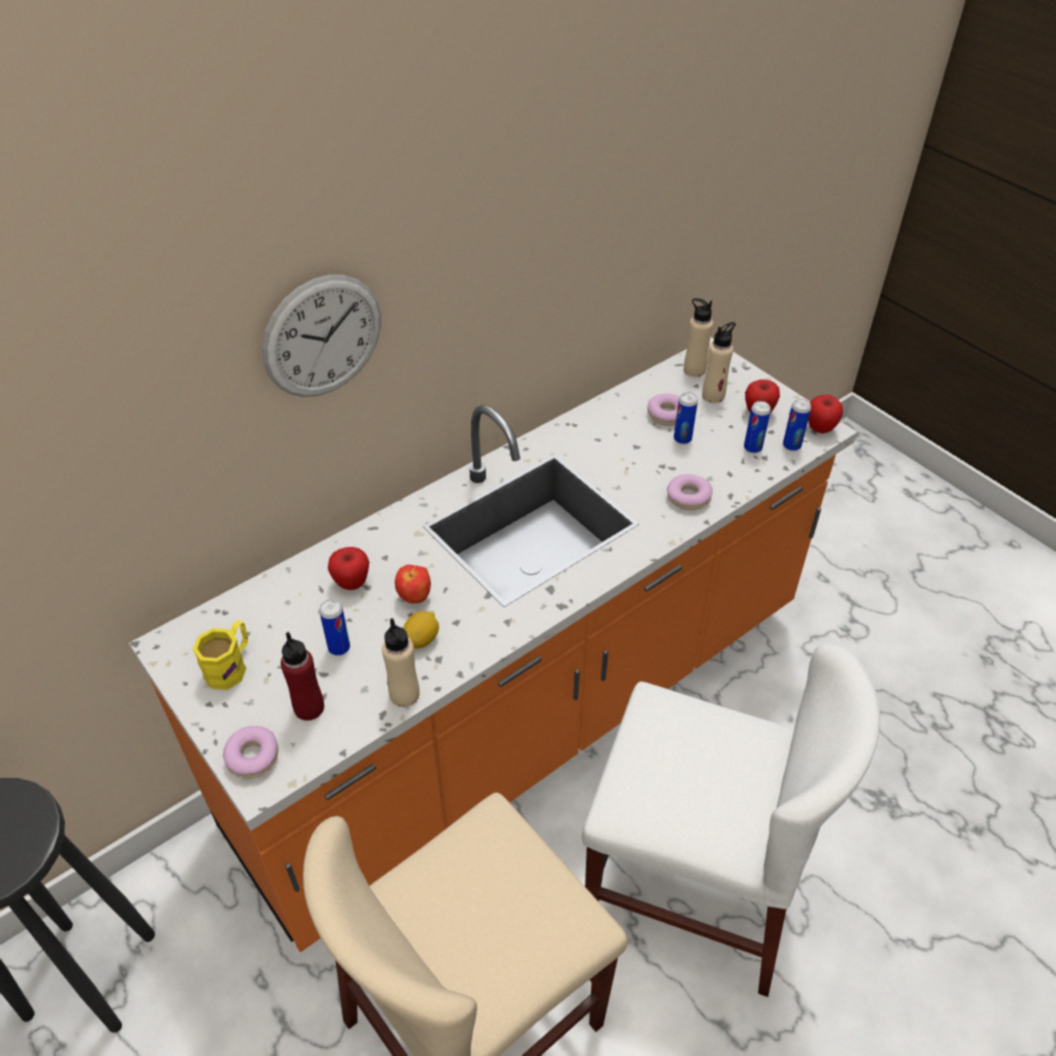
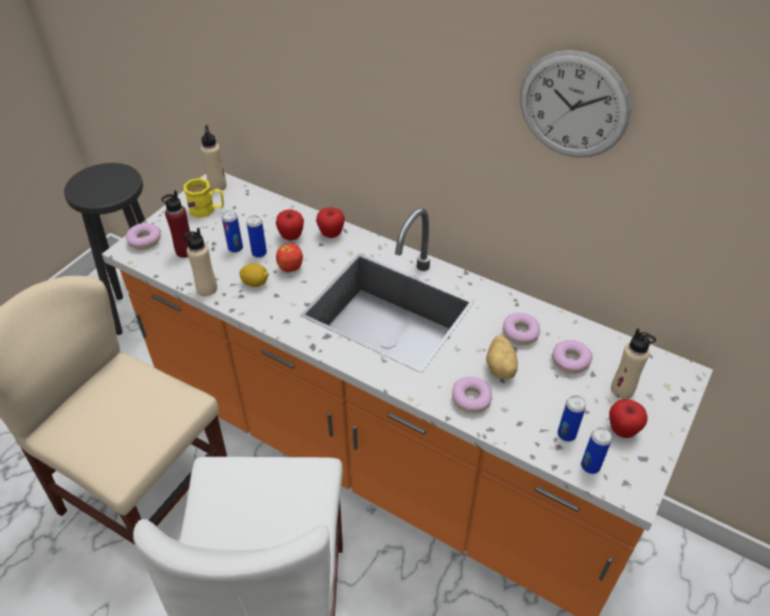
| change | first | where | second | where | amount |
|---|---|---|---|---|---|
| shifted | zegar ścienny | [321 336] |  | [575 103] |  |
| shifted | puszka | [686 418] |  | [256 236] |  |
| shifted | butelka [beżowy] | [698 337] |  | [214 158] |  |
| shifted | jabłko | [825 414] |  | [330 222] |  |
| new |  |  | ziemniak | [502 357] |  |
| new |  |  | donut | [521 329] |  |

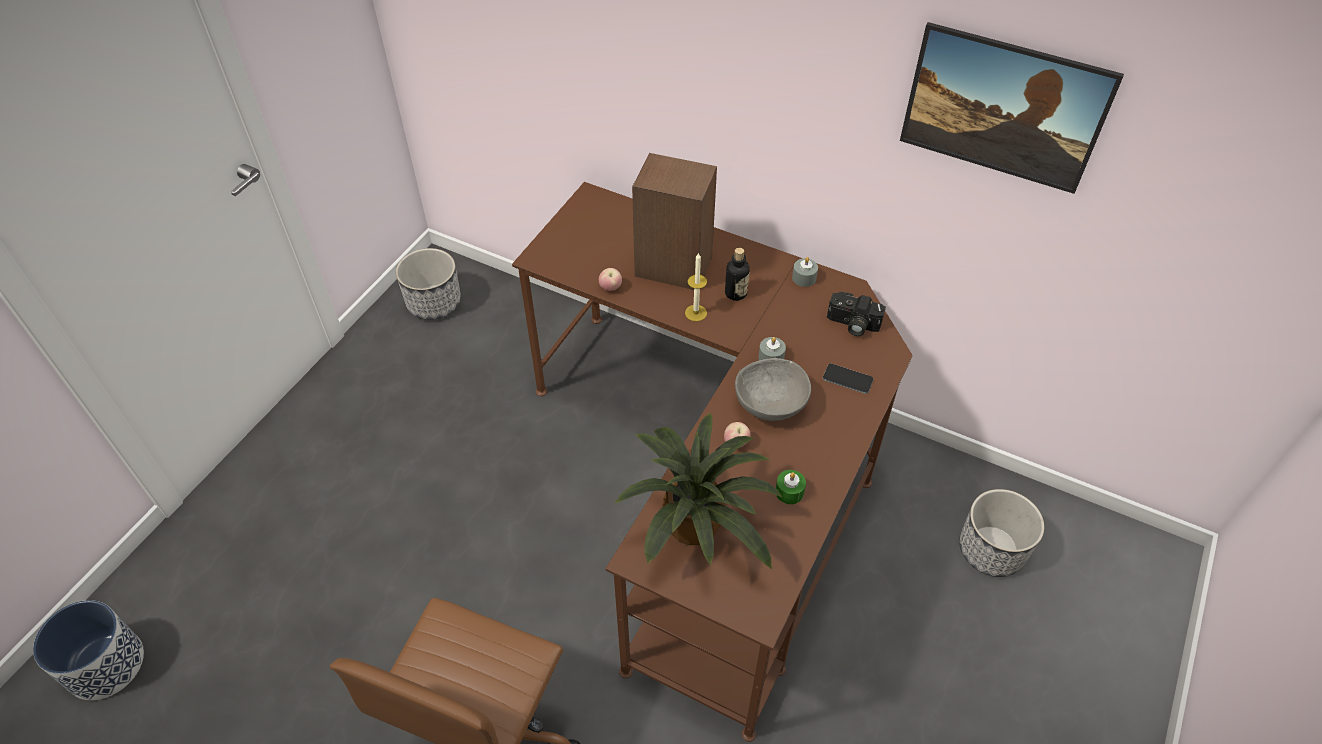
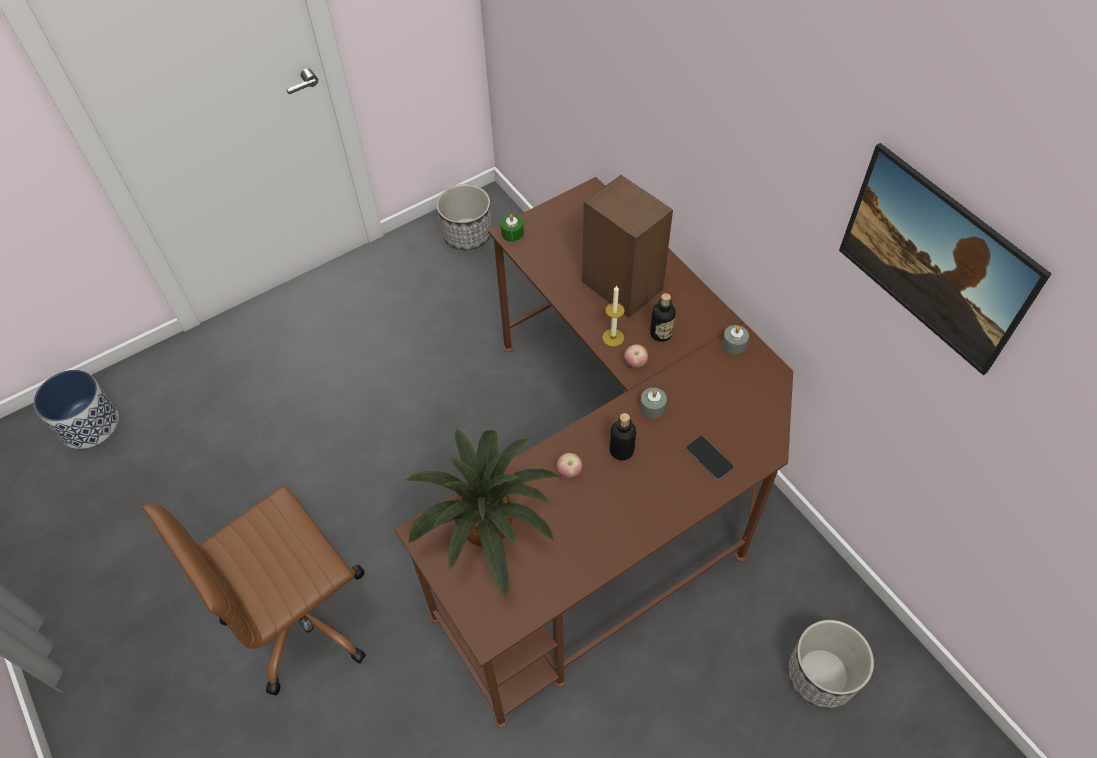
| change | first | where | second | where | amount |
|---|---|---|---|---|---|
| shifted | jabłko | [610 279] |  | [636 356] |  |
| swapped | miska [szary] | [773 389] | butelka | [623 436] |  |
| shifted | świeca [zielony] | [791 487] |  | [512 228] |  |
| gone | aparat fotograficzny | [856 314] |  |  |  |

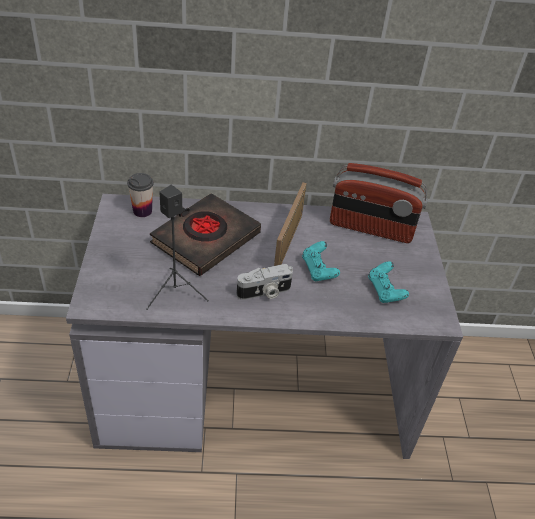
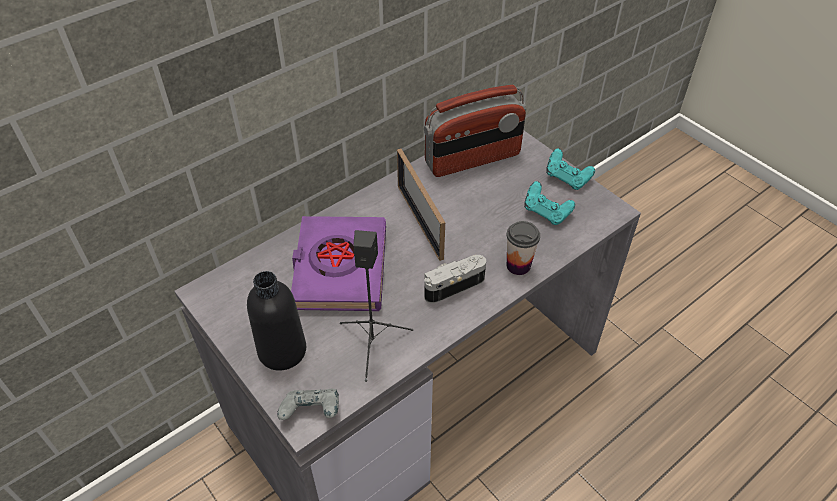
| change | first | where | second | where | amount |
|---|---|---|---|---|---|
| shifted | filiżanka | [140 195] |  | [523 248] |  |
| repainted | książka [czarny] | [205 234] | książka [fioletowy] | [338 263] |  |
| rotated | aparat fotograficzny | [265 282] |  | [455 279] | 150 degrees counterclockwise |
| shifted | pad do gier [turkusowy] | [321 261] |  | [570 169] |  |
| new |  |  | butelka [czarny] | [276 321] |  |
| new |  |  | pad do gier [szary] | [308 404] |  |

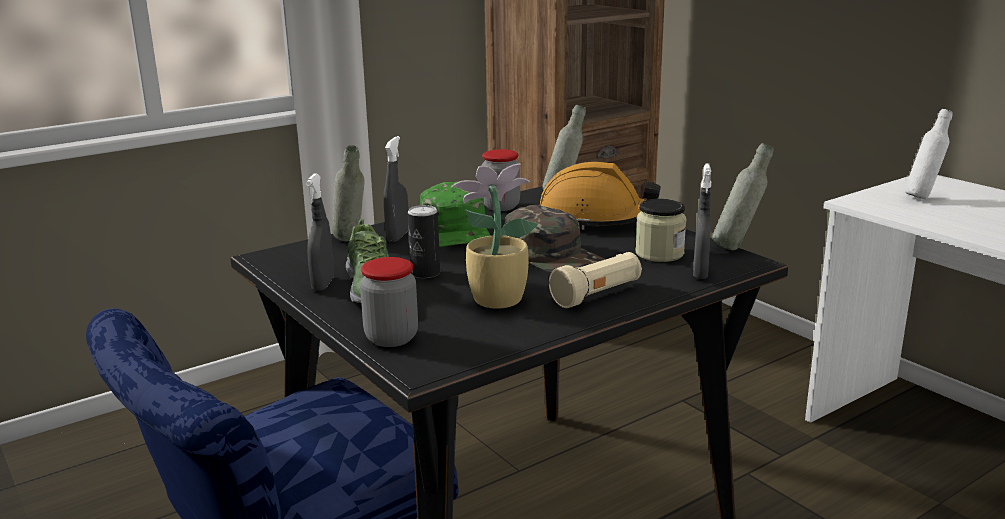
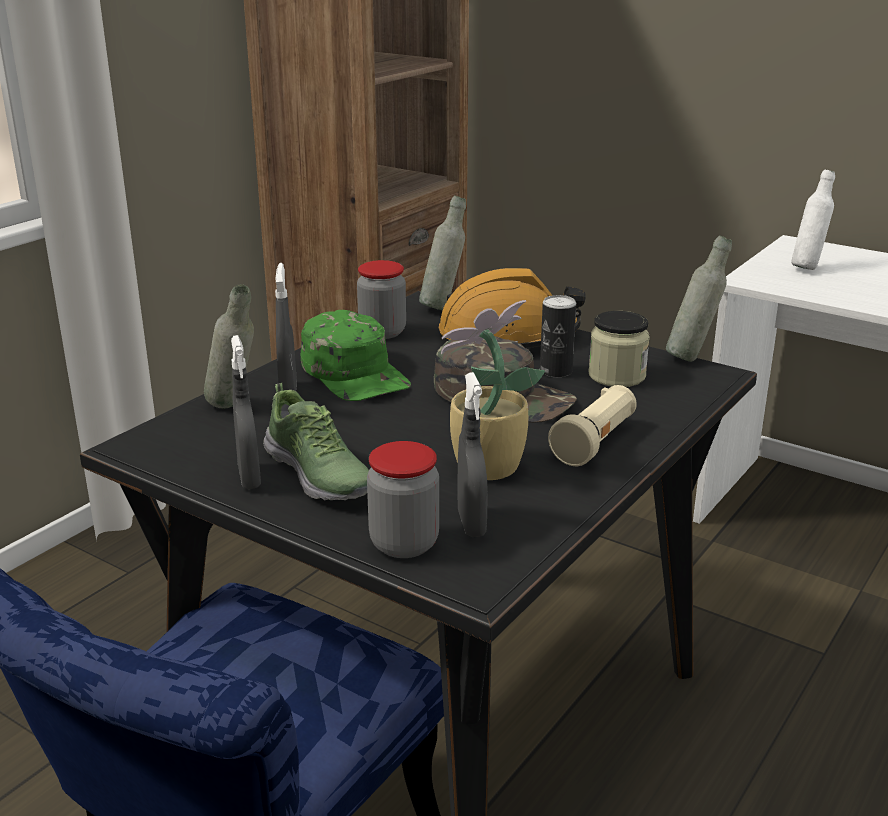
| change | first | where | second | where | amount |
|---|---|---|---|---|---|
| shifted | puszka | [424 241] |  | [558 336] |  |
| shifted | spryskiwacz [szary] | [702 221] |  | [473 454] |  |

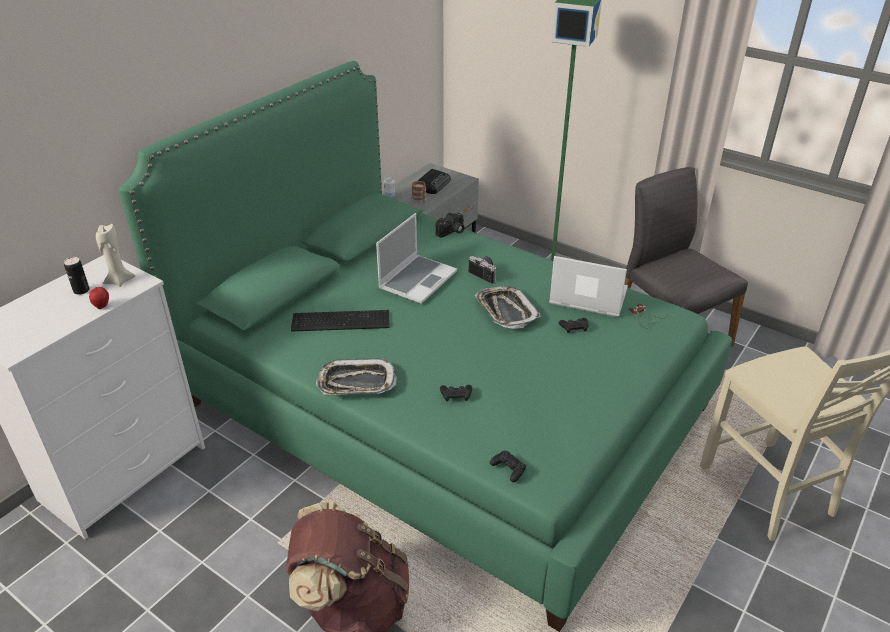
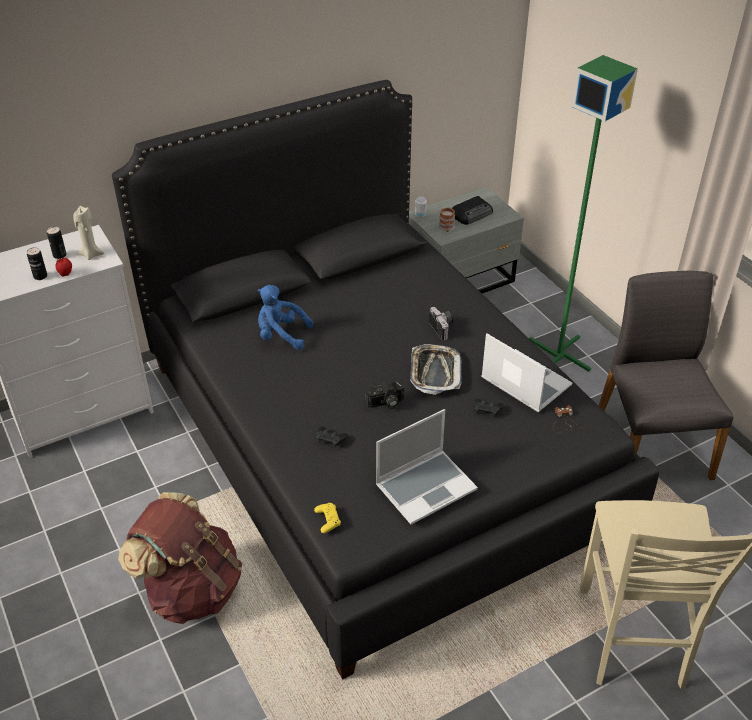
| change | first | where | second | where | amount |
|---|---|---|---|---|---|
| repainted | łóżko [zielony] | [425 346] | łóżko [czarny] | [385 380] |  |
| swapped | klawiatura | [340 321] | pluszak [niebieski] | [286 317] |  |
| gone | taca | [356 376] |  |  |  |
| shifted | laptop | [416 258] |  | [427 467] |  |
| shifted | aparat fotograficzny | [450 225] |  | [384 394] |  |
| repainted | pad do gier [czarny] | [508 466] | pad do gier [żółty] | [327 518] |  |
| new |  |  | puszka | [37 263] |  |

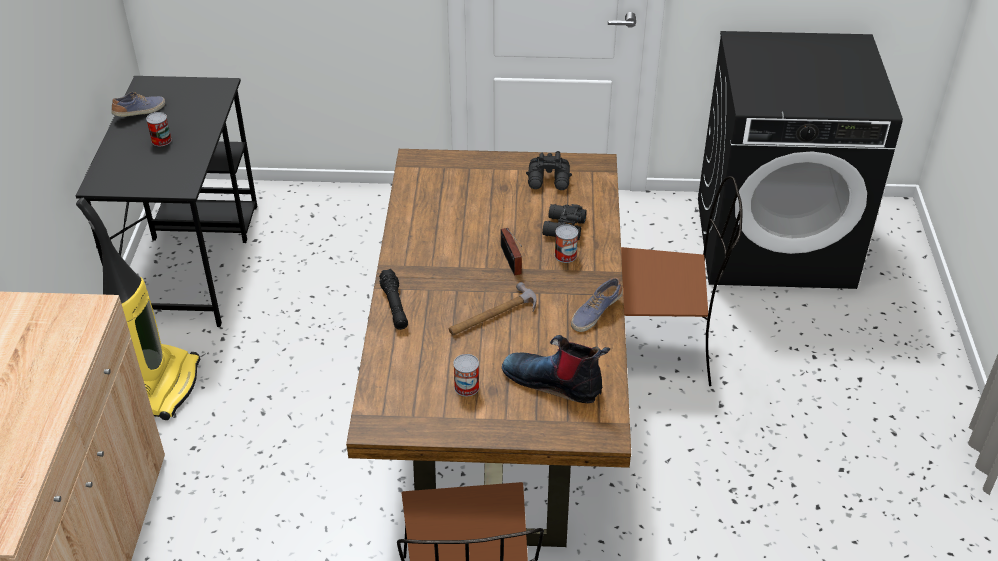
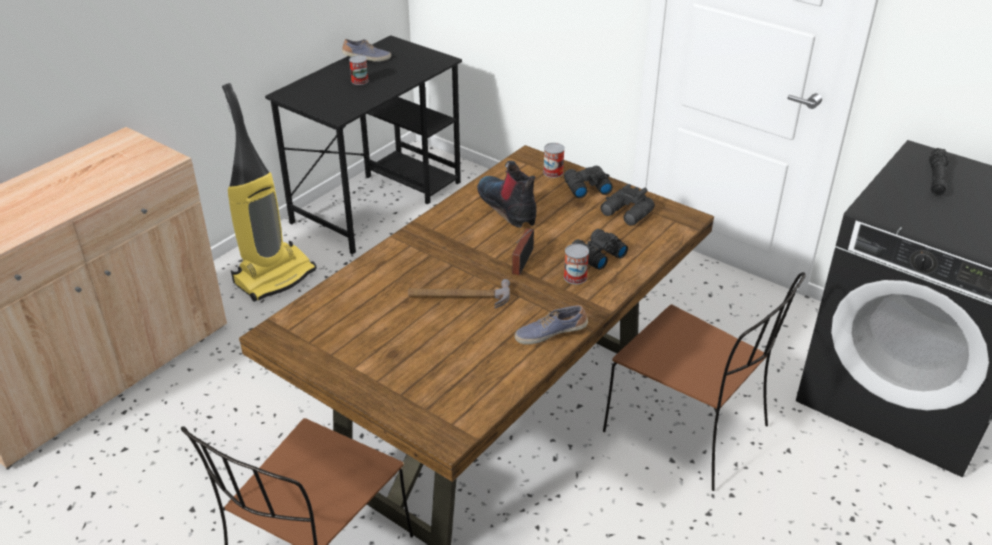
| change | first | where | second | where | amount |
|---|---|---|---|---|---|
| shifted | latarka [czarny] | [393 299] |  | [939 172] |  |
| shifted | puszka | [466 375] |  | [554 160] |  |
| shifted | but z cholewką | [556 369] |  | [506 194] |  |
| new |  |  | lornetka [czarny] | [588 182] |  |

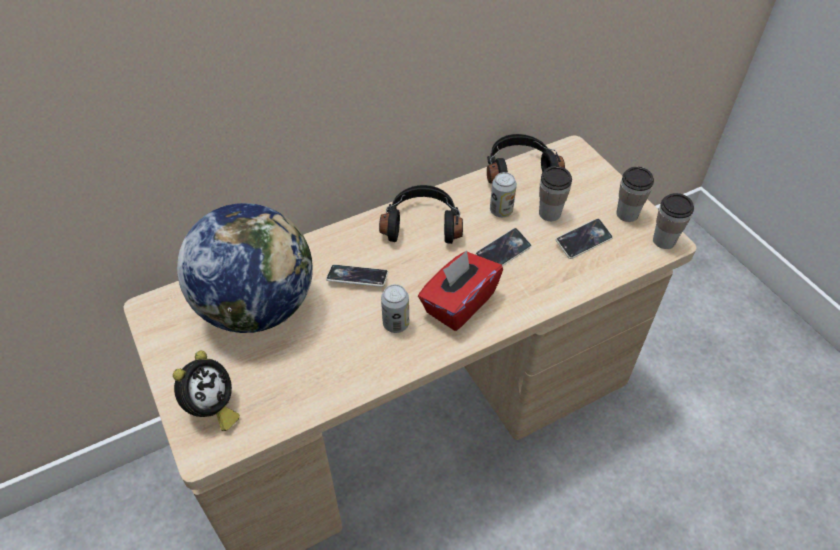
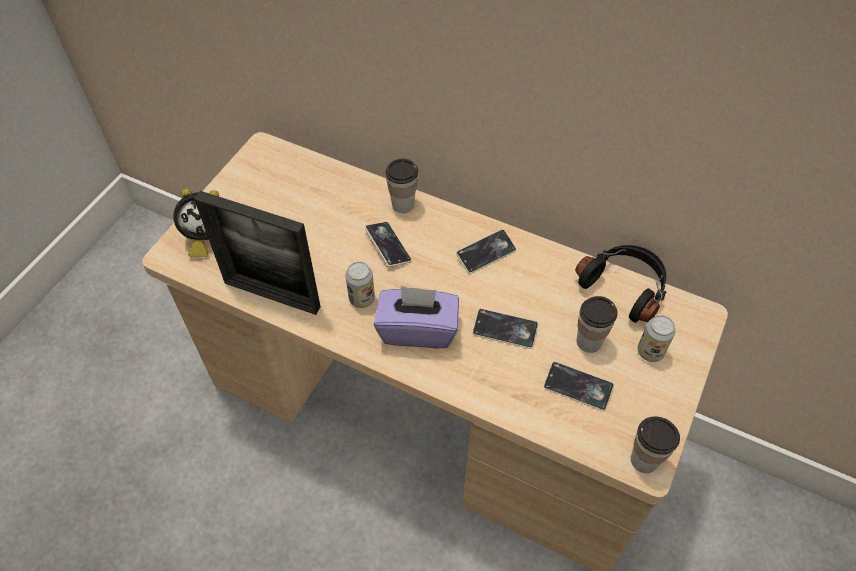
| change | first | where | second | where | amount |
|---|---|---|---|---|---|
| gone | globus | [245 268] |  |  |  |
| swapped | słuchawki [czarny] | [421 214] | telefon | [486 251] |  |
| repainted | pudełko chusteczek [czerwony] | [460 291] | pudełko chusteczek [fioletowy] | [416 317] |  |
| shifted | puszka | [503 194] |  | [657 338] |  |
| shifted | filiżanka | [635 194] |  | [401 186] |  |
| new |  |  | ramka na zdjęcie | [257 253] |  |

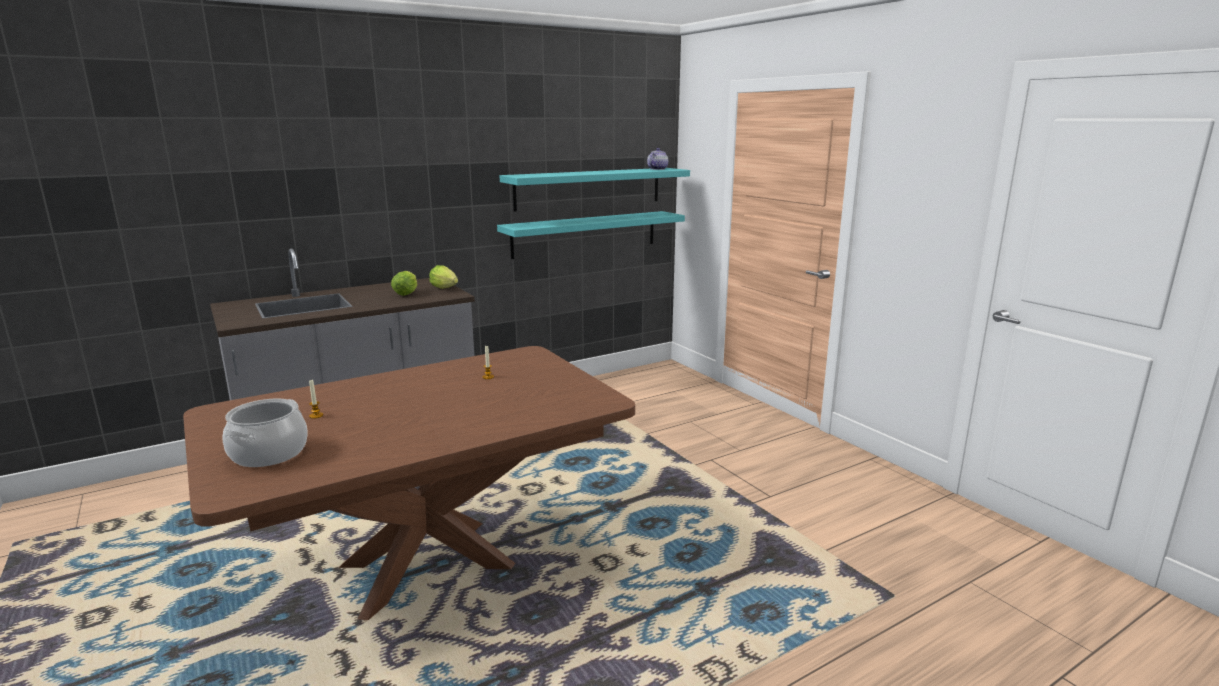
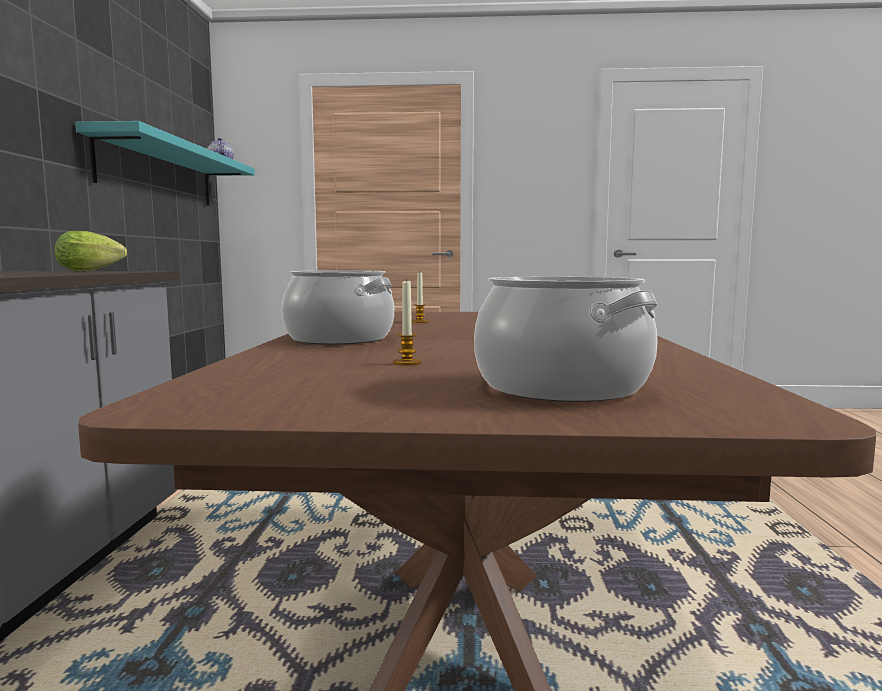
| change | first | where | second | where | amount |
|---|---|---|---|---|---|
| gone | sałata | [404 283] |  |  |  |
| gone | półka [turkusowy] | [591 235] |  |  |  |
| new |  |  | garnek | [338 307] |  |

